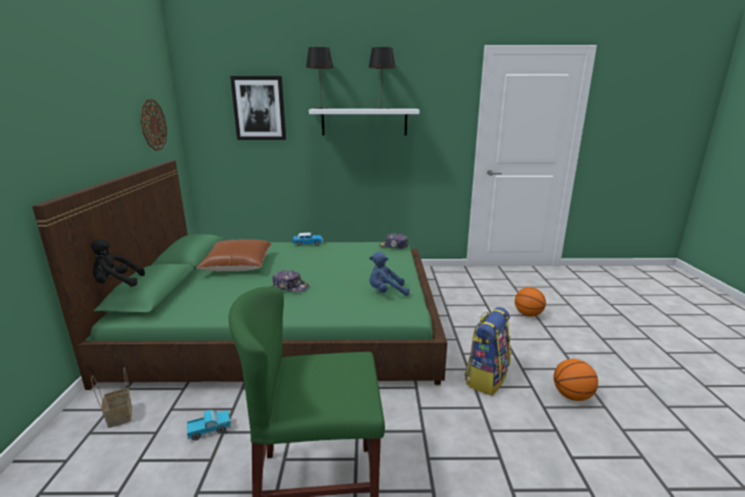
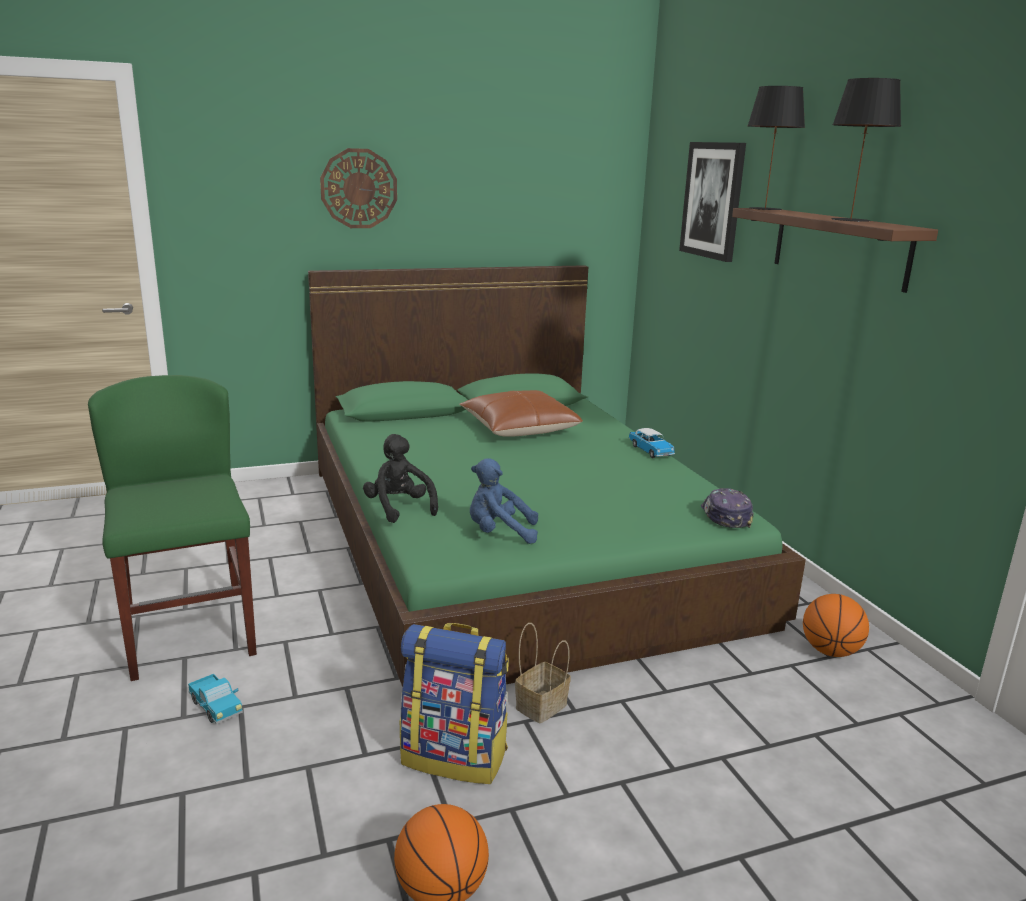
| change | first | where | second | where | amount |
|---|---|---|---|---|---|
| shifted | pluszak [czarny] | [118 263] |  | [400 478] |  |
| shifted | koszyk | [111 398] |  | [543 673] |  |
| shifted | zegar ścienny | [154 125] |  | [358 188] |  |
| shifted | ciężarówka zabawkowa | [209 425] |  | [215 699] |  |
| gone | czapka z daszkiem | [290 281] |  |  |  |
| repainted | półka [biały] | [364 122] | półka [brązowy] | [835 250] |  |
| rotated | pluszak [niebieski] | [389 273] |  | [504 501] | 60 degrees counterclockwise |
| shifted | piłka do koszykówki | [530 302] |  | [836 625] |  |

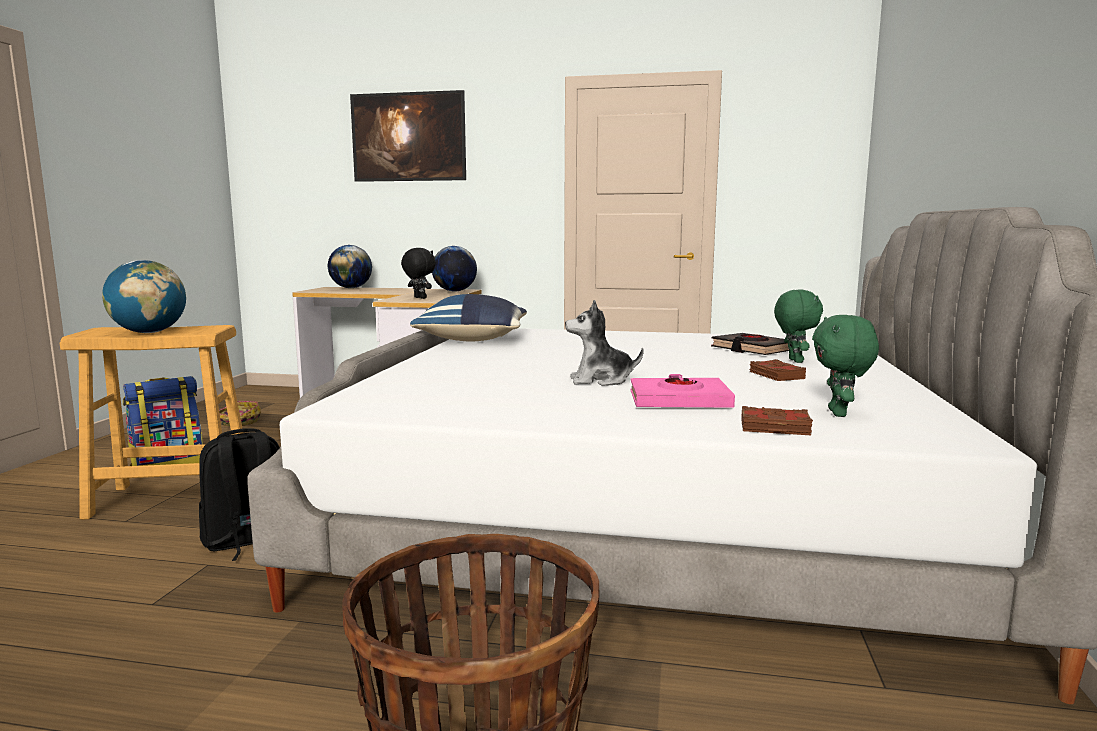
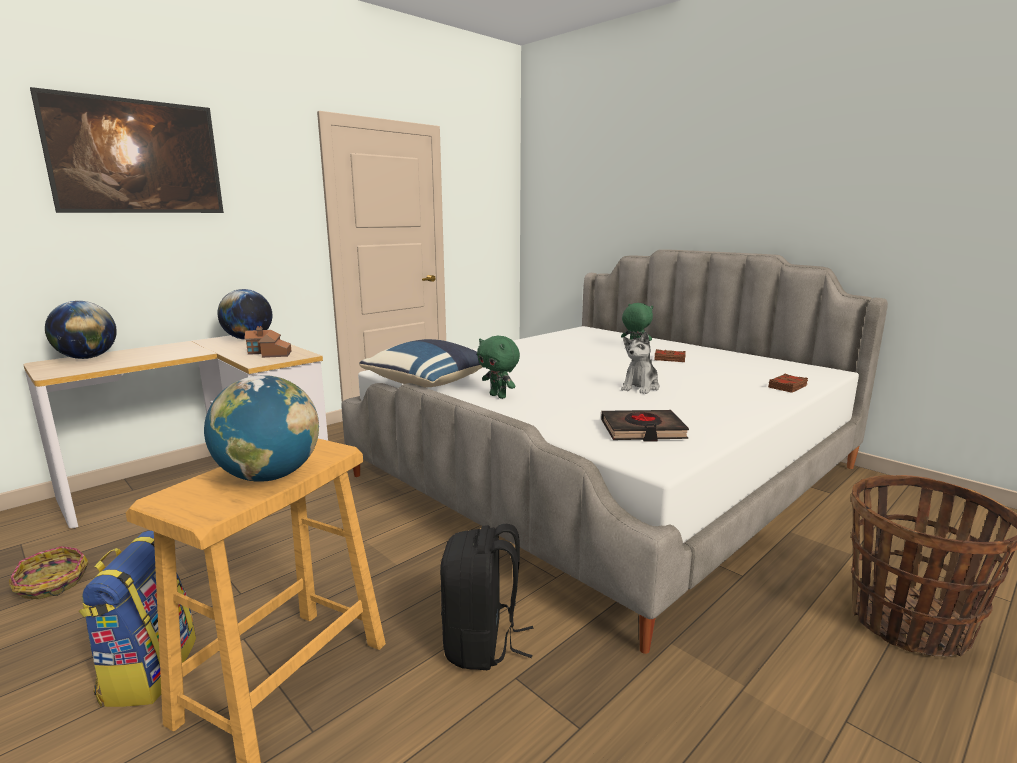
| change | first | where | second | where | amount |
|---|---|---|---|---|---|
| swapped | pluszak [czarny] | [418 273] | domek | [267 342] |  |
| gone | książka [różowy] | [682 391] |  |  |  |
| shifted | książka [czarny] | [750 344] |  | [645 426] |  |
| shifted | pluszak [zielony] | [845 366] |  | [498 367] |  |

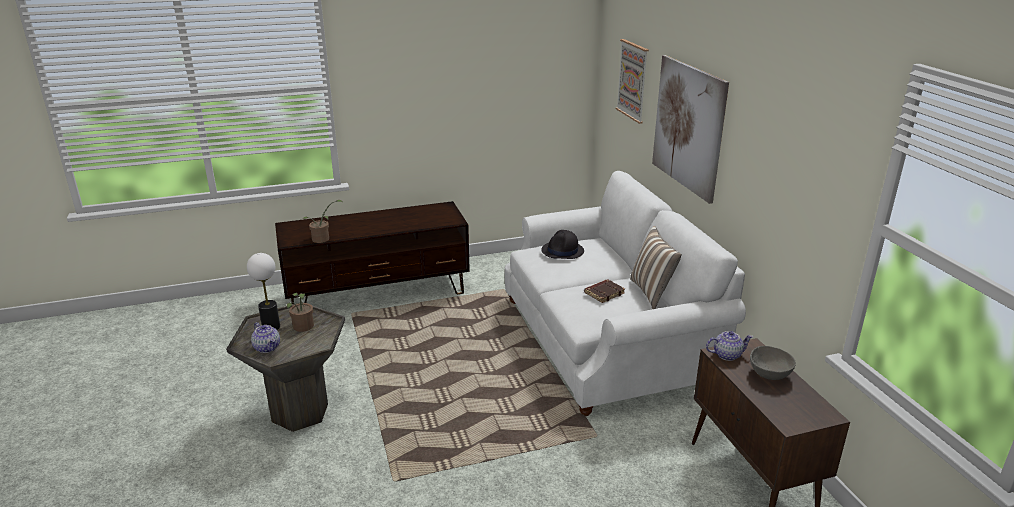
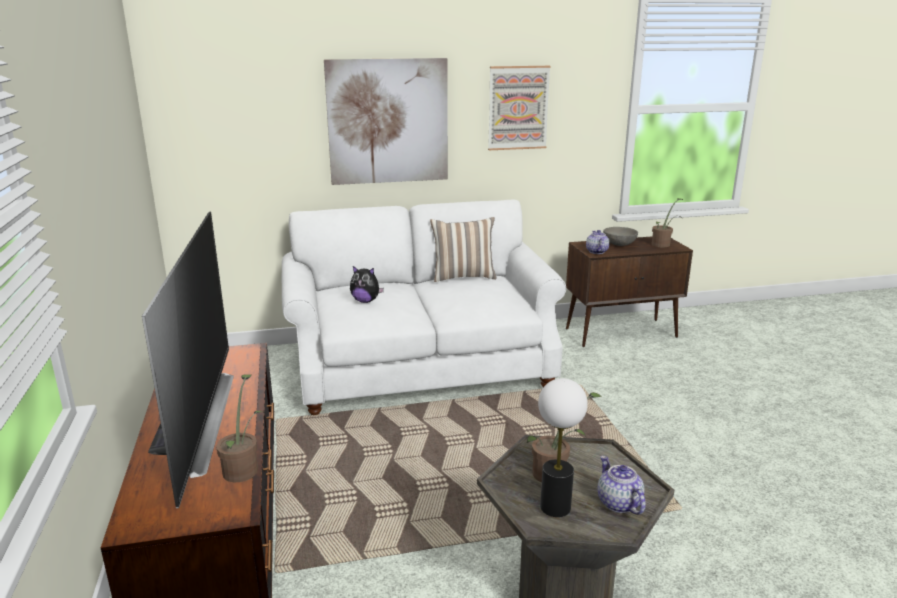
| change | first | where | second | where | amount |
|---|---|---|---|---|---|
| rotated | imbryk | [265 337] |  | [622 485] | 75 degrees counterclockwise |
| swapped | kapelusz [czarny] | [562 244] | pluszak | [367 284] |  |
| gone | książka [brązowy] | [604 291] |  |  |  |
| shifted | obraz | [632 81] |  | [519 108] |  |
| new |  |  | telewizor | [188 360] |  |
| new |  |  | roślina doniczkowa | [667 223] |  |

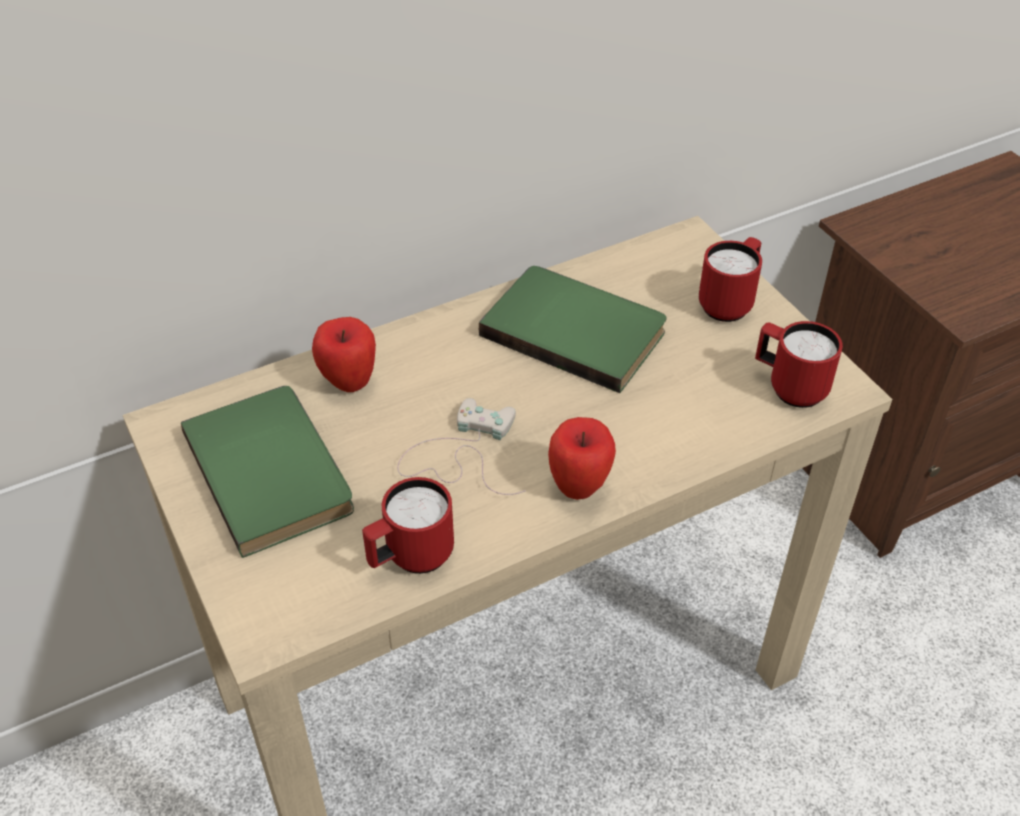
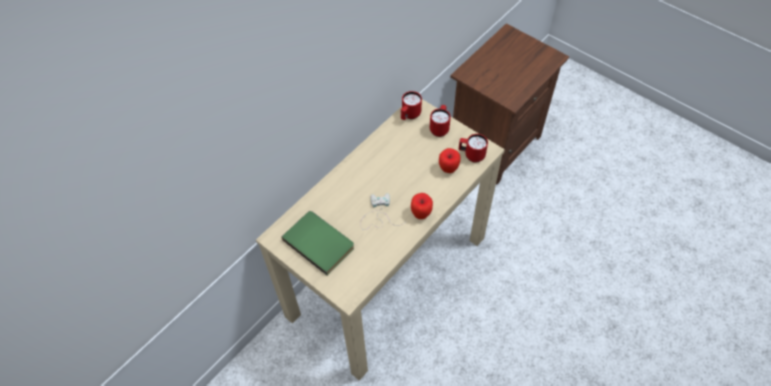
| change | first | where | second | where | amount |
|---|---|---|---|---|---|
| shifted | jabłko | [344 354] |  | [450 160] |  |
| shifted | kubek [czerwony] | [408 525] |  | [411 105] |  |
| gone | książka [zielony] | [573 329] |  |  |  |

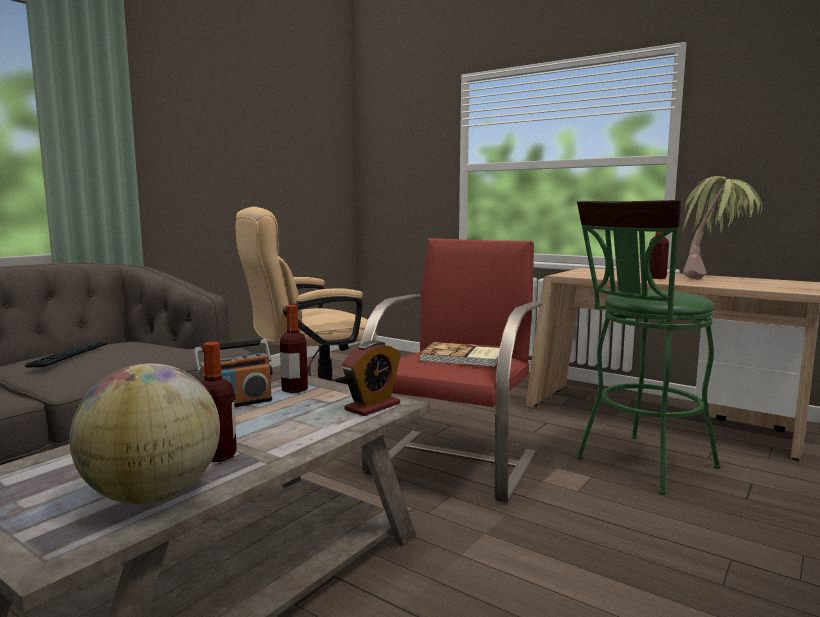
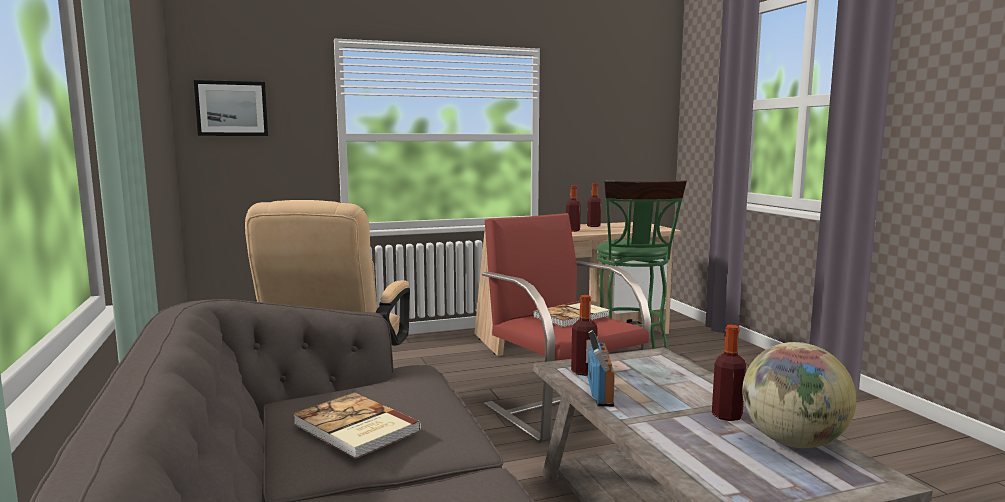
| change | first | where | second | where | amount |
|---|---|---|---|---|---|
| swapped | klawiatura | [66 355] | książka | [357 425] |  |
| gone | budzik | [371 378] |  |  |  |
| swapped | roślina doniczkowa | [721 228] | butelka | [594 205] |  |
| new |  |  | obraz | [231 108] |  |

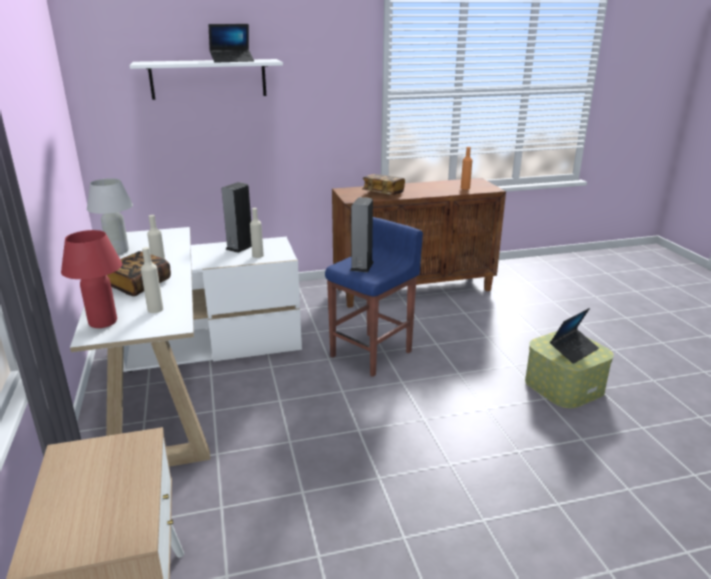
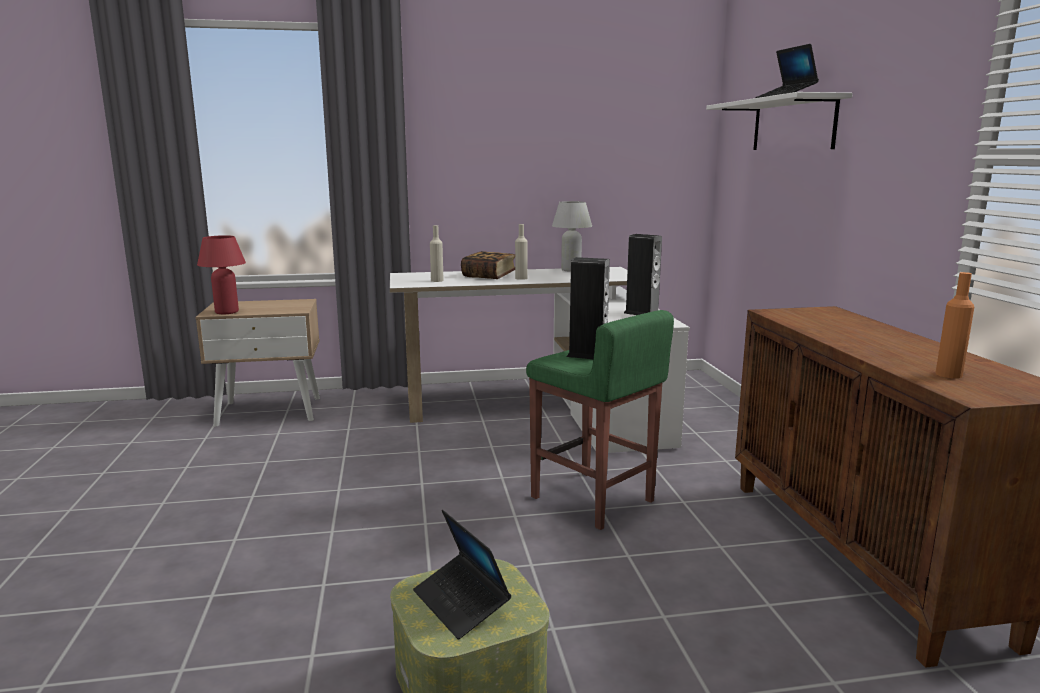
| change | first | where | second | where | amount |
|---|---|---|---|---|---|
| shifted | lampa stołowa [czerwony] | [91 279] |  | [221 274] |  |
| gone | butelka [beżowy] | [257 233] |  |  |  |
| repainted | stołek [niebieski] | [374 297] | stołek [zielony] | [600 420] |  |
| gone | książka | [383 184] |  |  |  |

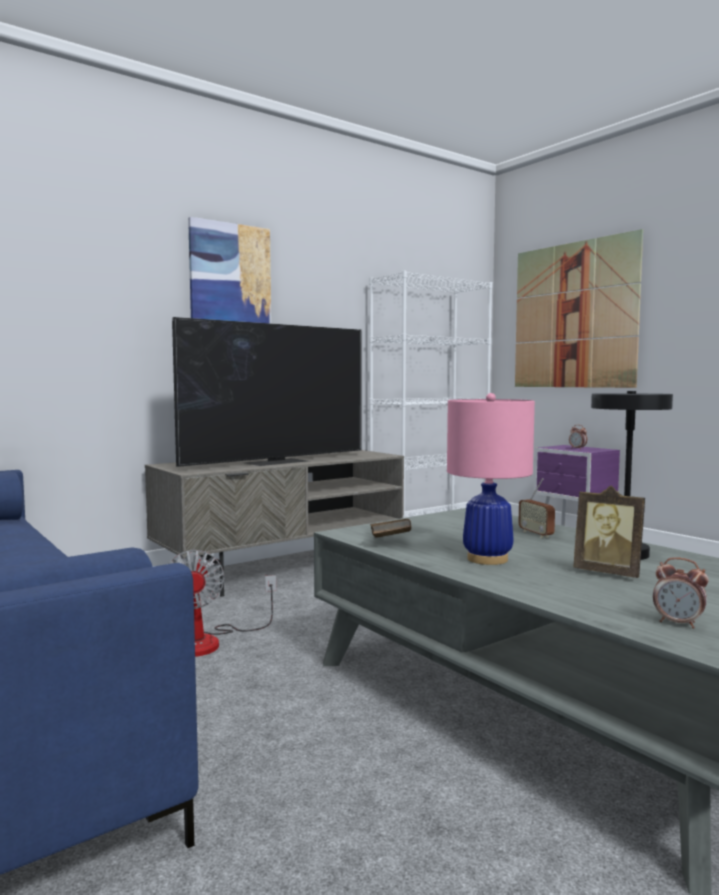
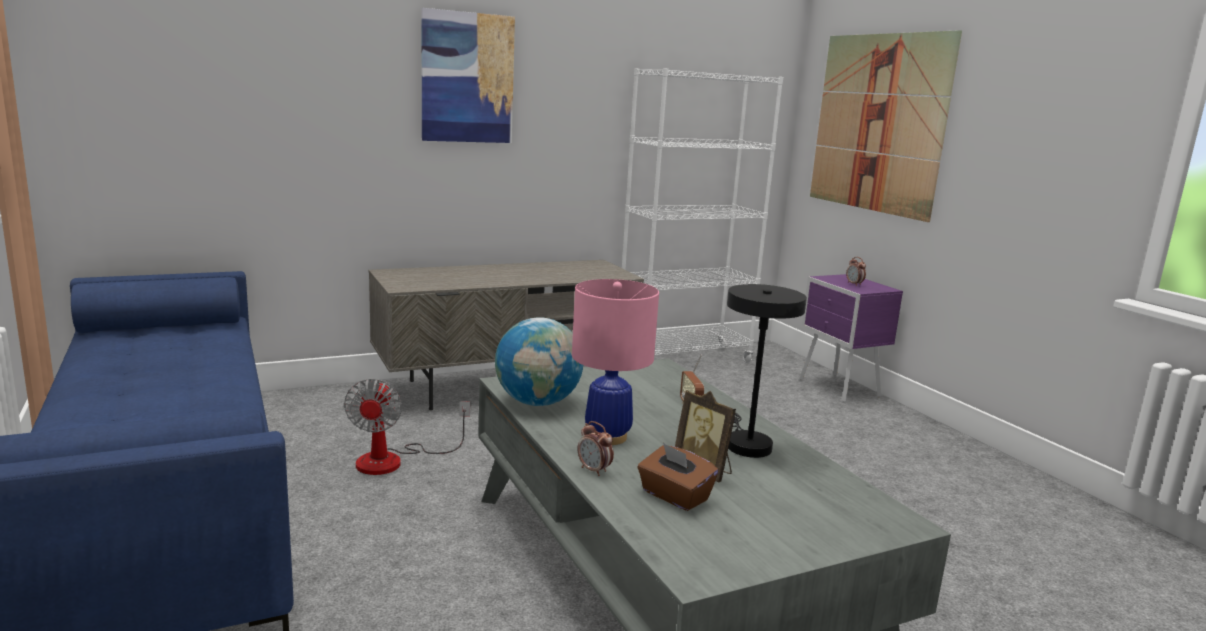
| change | first | where | second | where | amount |
|---|---|---|---|---|---|
| gone | telewizor | [266 392] |  |  |  |
| swapped | książka [brązowy] | [390 528] | globus | [539 361] |  |
| shifted | budzik | [681 593] |  | [595 448] |  |
| new |  |  | pudełko chusteczek [brązowy] | [677 477] |  |

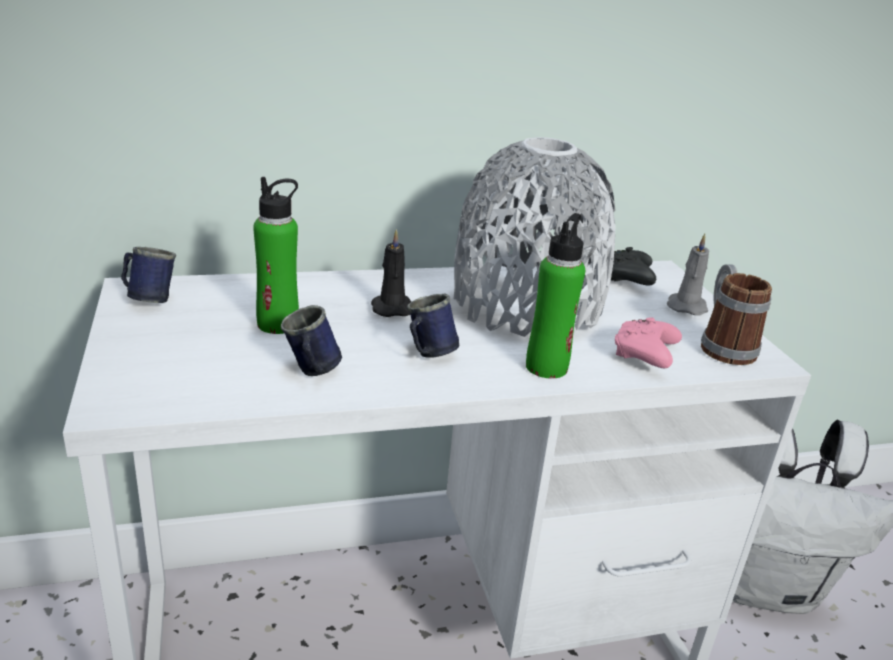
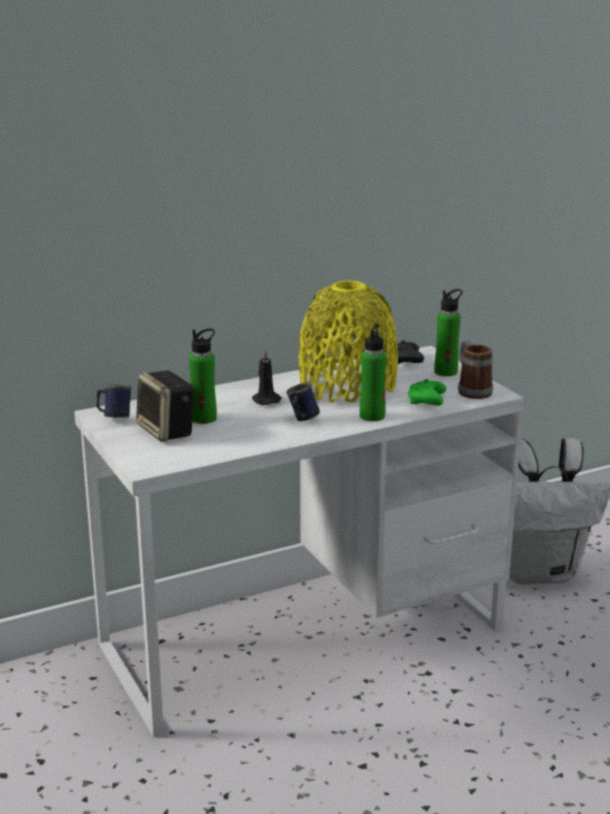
| change | first | where | second | where | amount |
|---|---|---|---|---|---|
| gone | kubek [niebieski] | [311 340] |  |  |  |
| repainted | wazon [szary] | [534 237] | wazon [żółty] | [348 342] |  |
| repainted | pad do gier [różowy] | [648 343] | pad do gier [zielony] | [427 392] |  |
| swapped | świeca [szary] | [688 274] | butelka [zielony] | [448 332] |  |
| new |  |  | głośnik | [165 406] |  |

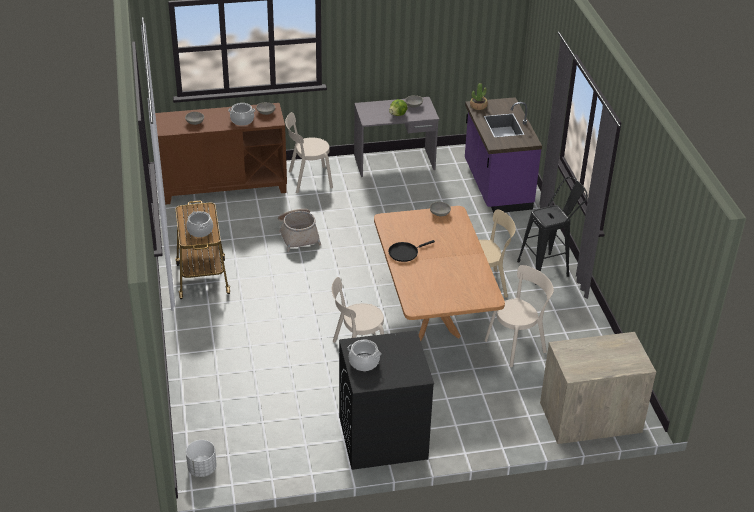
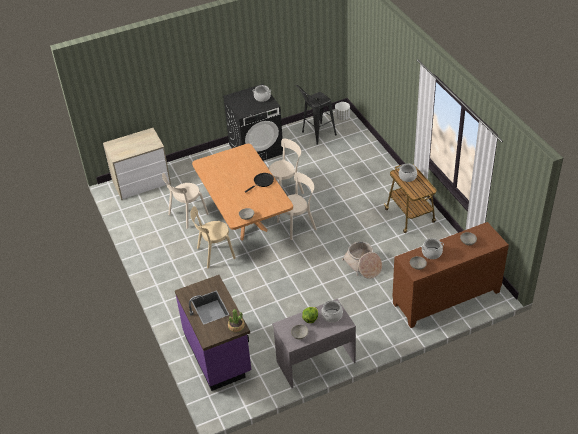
| change | first | where | second | where | amount |
|---|---|---|---|---|---|
| shifted | krzesło [beżowy] | [309 152] |  | [297 206] |  |
| shifted | stołek [czarny] | [552 231] |  | [316 115] |  |
| new |  |  | garnek | [332 311] |  |

